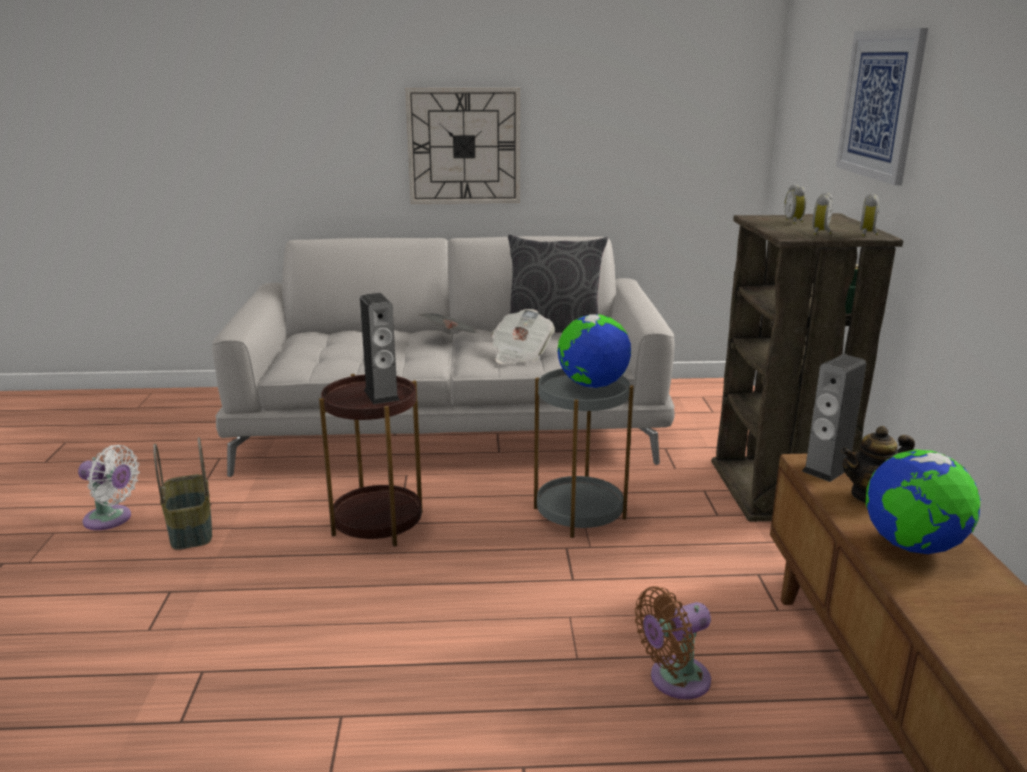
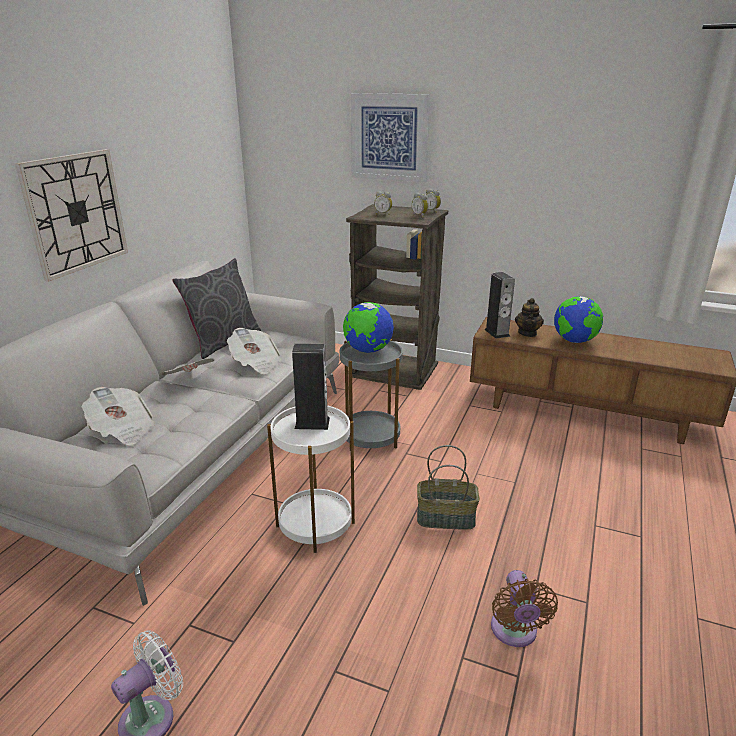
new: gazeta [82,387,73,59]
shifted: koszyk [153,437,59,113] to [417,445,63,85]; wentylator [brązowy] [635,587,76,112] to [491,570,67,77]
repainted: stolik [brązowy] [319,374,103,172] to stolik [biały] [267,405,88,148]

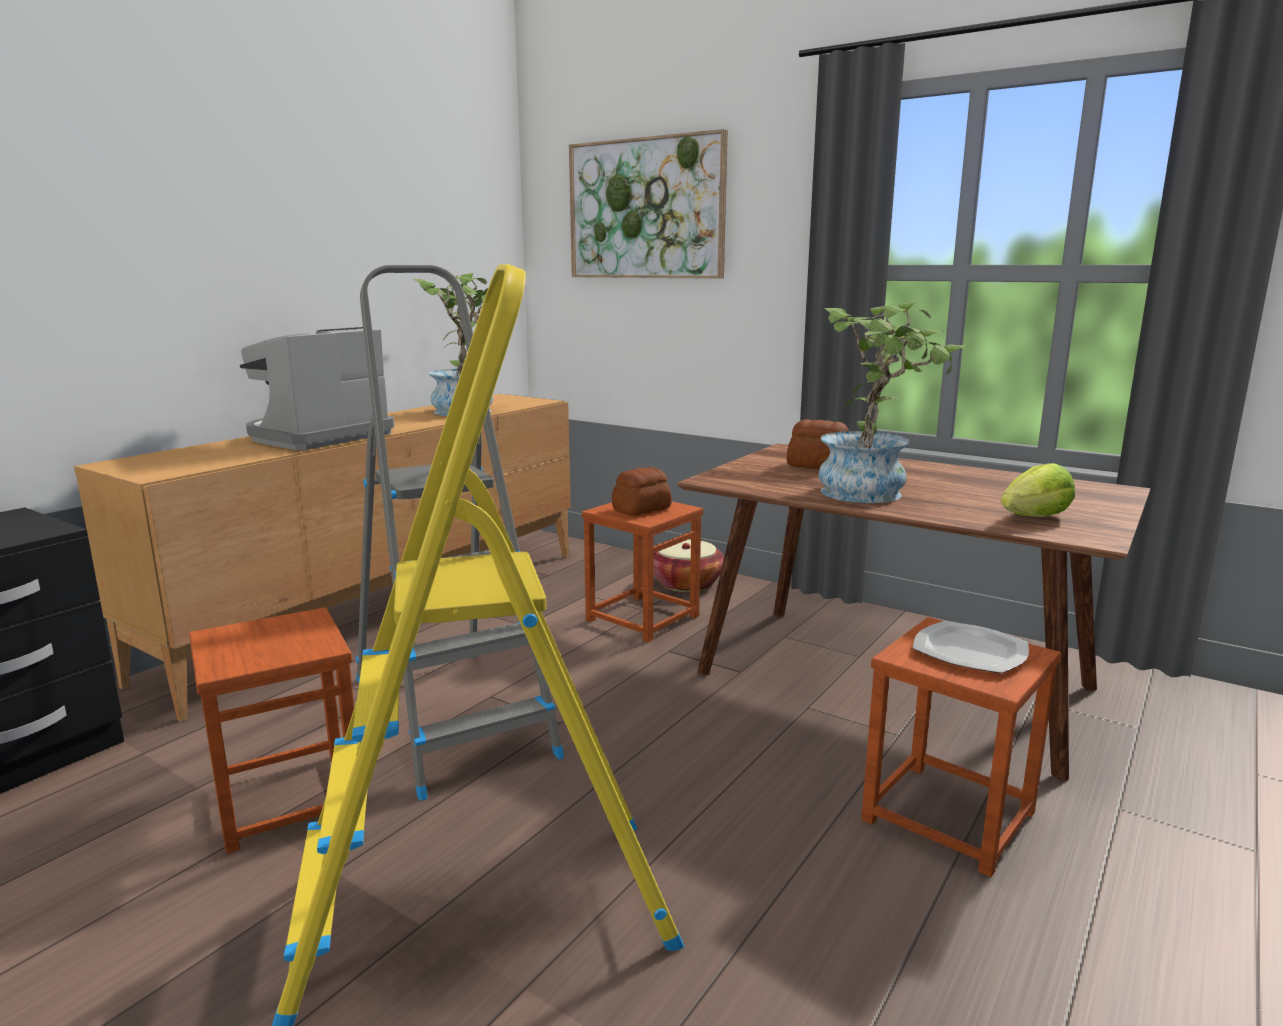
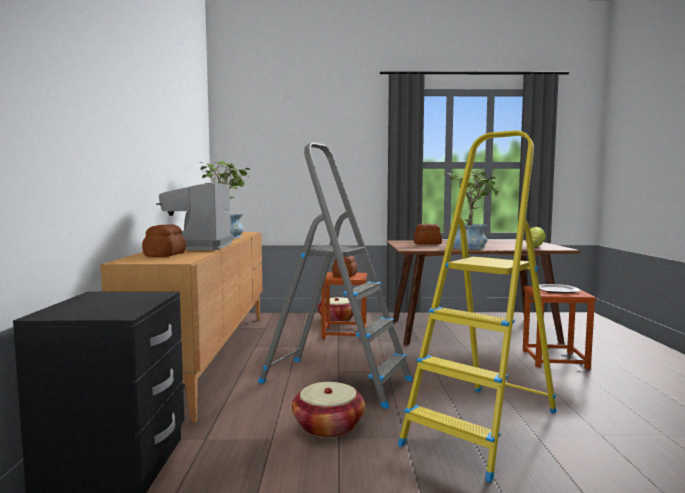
gone: obraz [569,129,159,150]
new: chleb [142,224,44,33]
swapped: stołek [brązowy] [189,607,165,246] to koszyk [292,382,73,56]

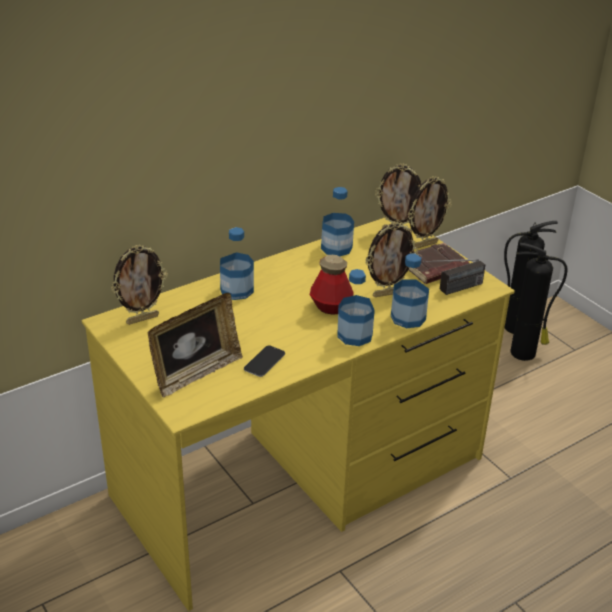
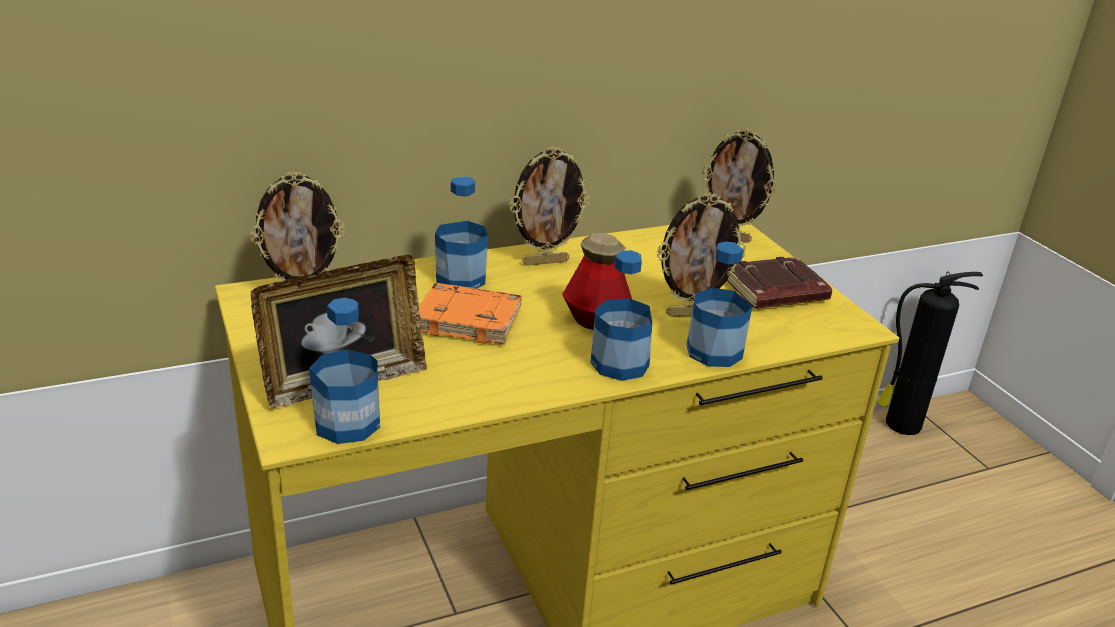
gone: telefon [244,345,41,32]; radio [423,259,62,36]; gaśnica [510,243,58,118]
new: książka [pomarańczowy] [419,283,103,62]
shifted: butelka [321,187,33,69] to [309,298,71,146]; ramka na zdjęcie [408,176,44,73] to [510,146,80,119]

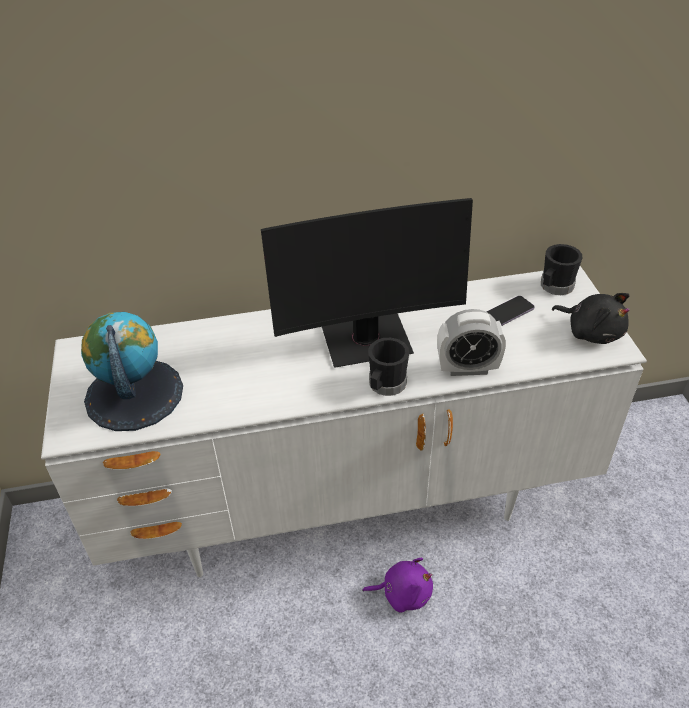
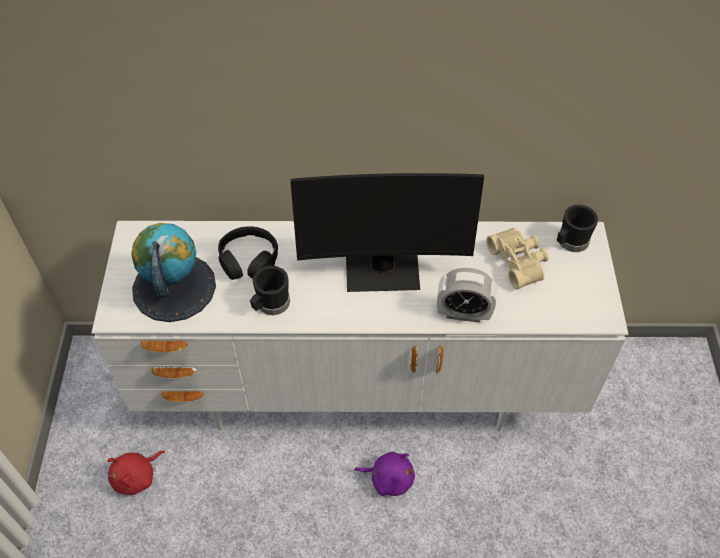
gone: pluszak [czarny] [552,293,78,51]
new: pluszak [czerwony] [107,451,58,44]; słuchawki [czarny] [218,226,60,54]
shifted: kubek [czarny] [368,338,41,58] to [250,266,40,49]
swapped: telefon [487,296,48,30] to lornetka [beżowy] [486,228,63,61]

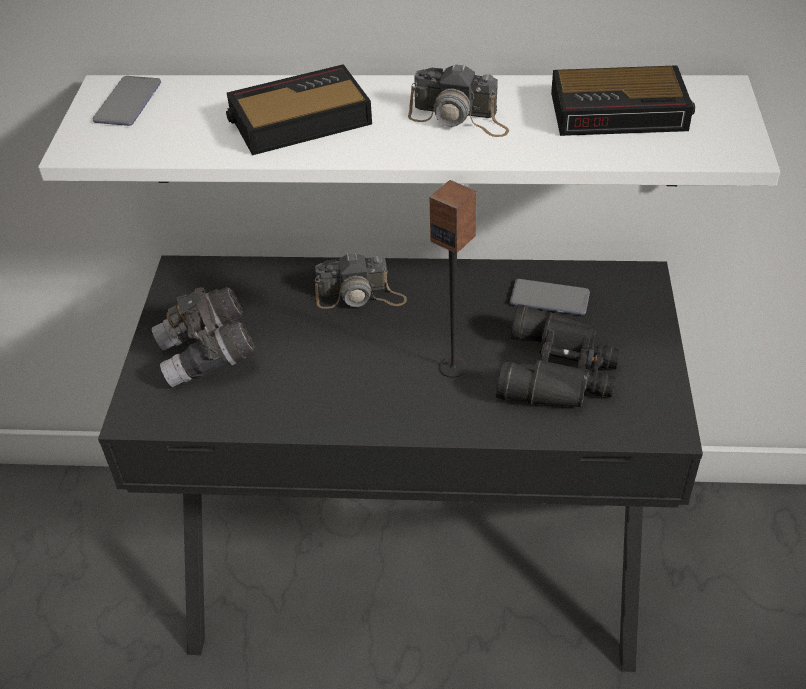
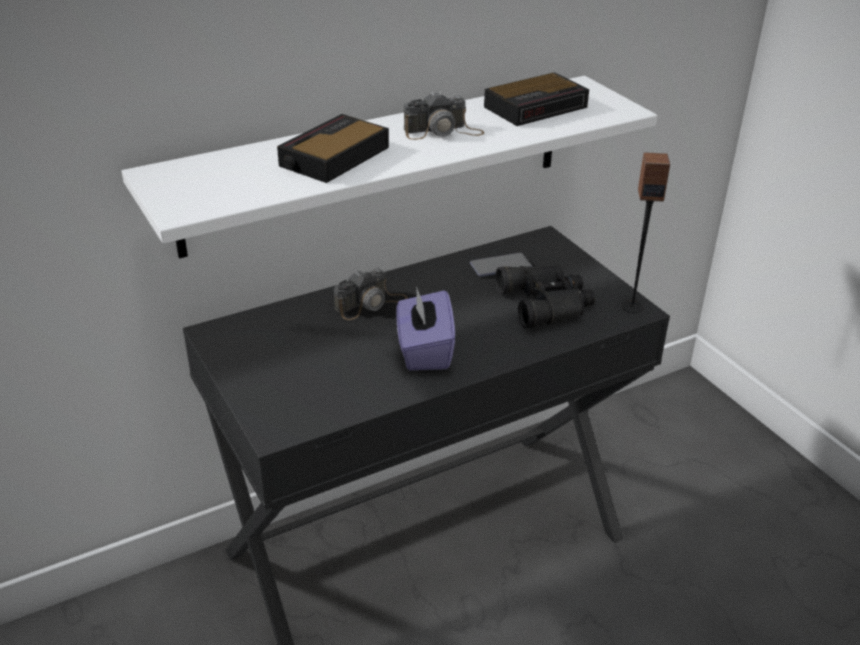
gone: telefon [93,76,68,50]; lornetka [szary] [152,287,103,100]
new: pudełko chusteczek [fioletowy] [396,287,59,83]
shifted: głośnik [430,180,47,198] to [622,152,48,161]

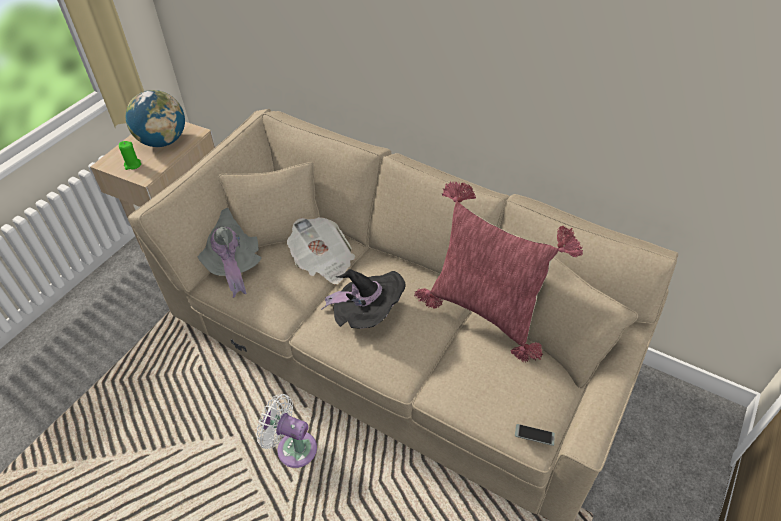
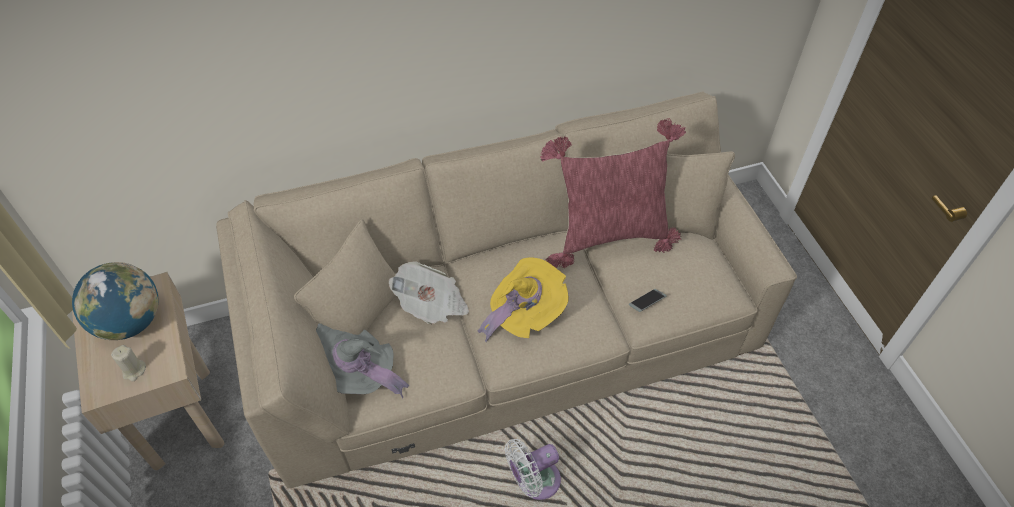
shifted: telefon [515,424,40,22] to [629,289,38,23]
repainted: świeca [zielony] [119,141,22,29] to świeca [beżowy] [111,345,35,36]; kapelusz [czarny] [321,269,85,59] to kapelusz [żółty] [478,257,91,85]

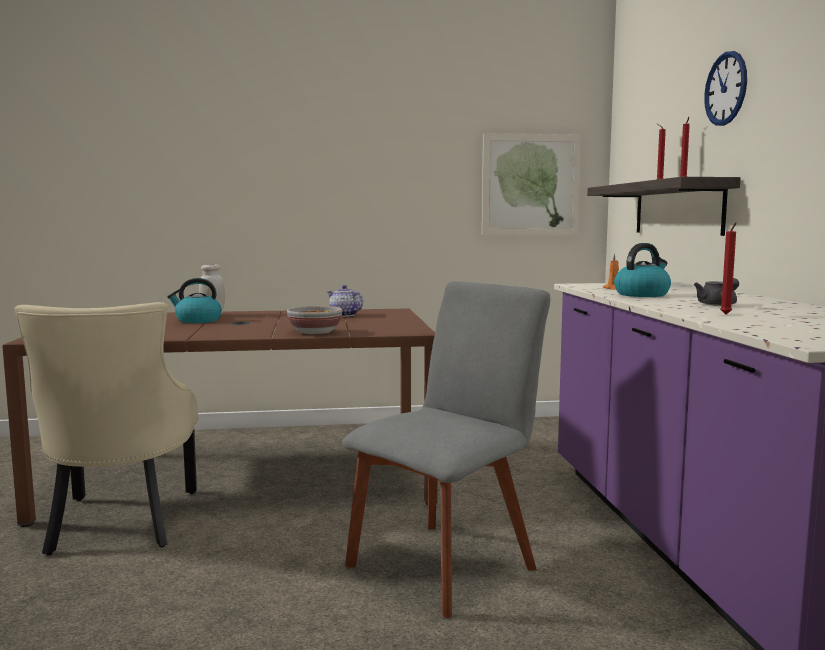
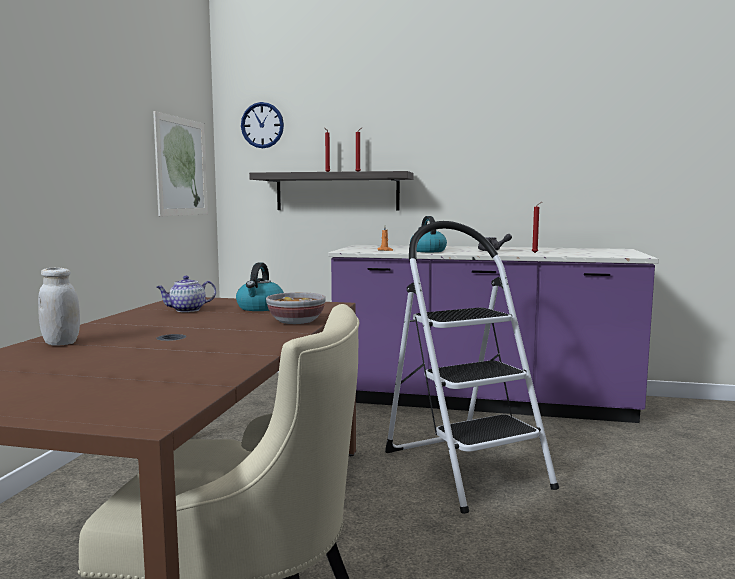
shifted: czajnik [167,278,55,45] to [236,263,48,48]; zegar ścienny [704,51,43,75] to [241,102,43,46]
swapped: krzesło [szary] [342,282,209,336] to drabinka [385,221,174,293]

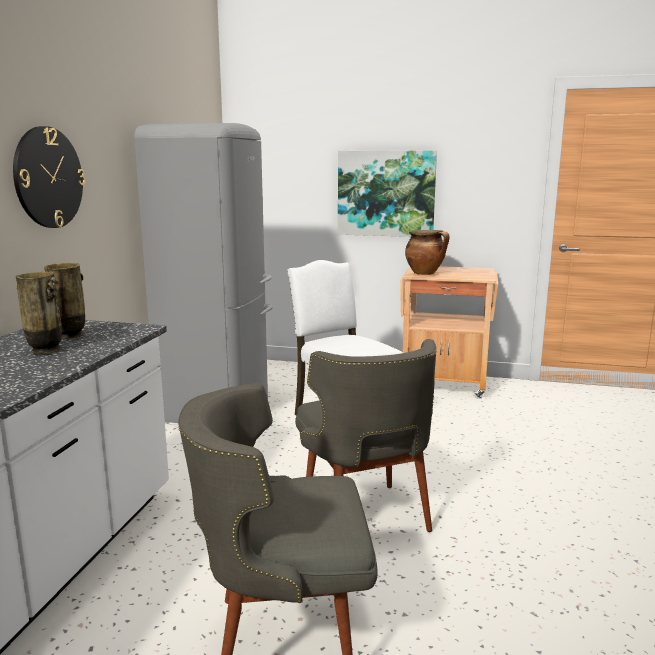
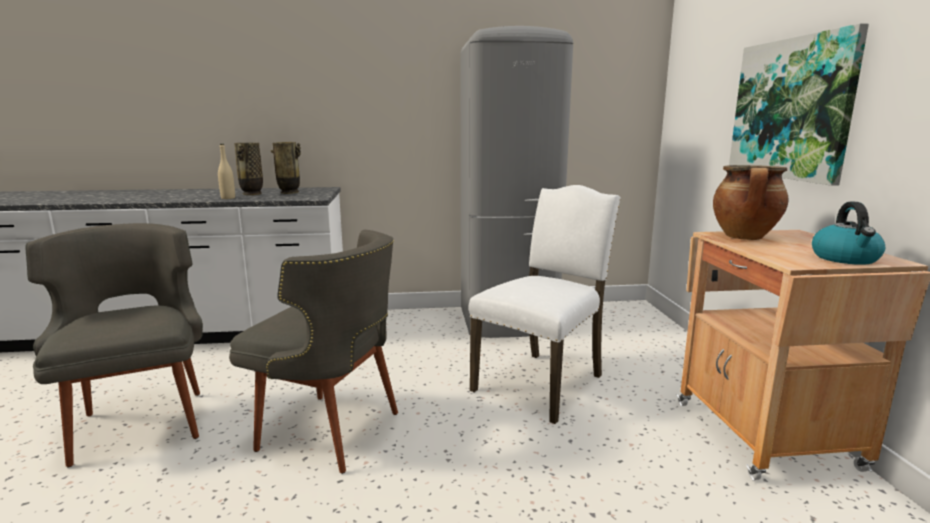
gone: zegar ścienny [13,126,72,102]
new: butelka [beżowy] [218,144,17,55]; czajnik [812,202,73,63]
rotated: krzesło [szary] [295,339,141,193] = [229,230,169,244] 120 degrees counterclockwise

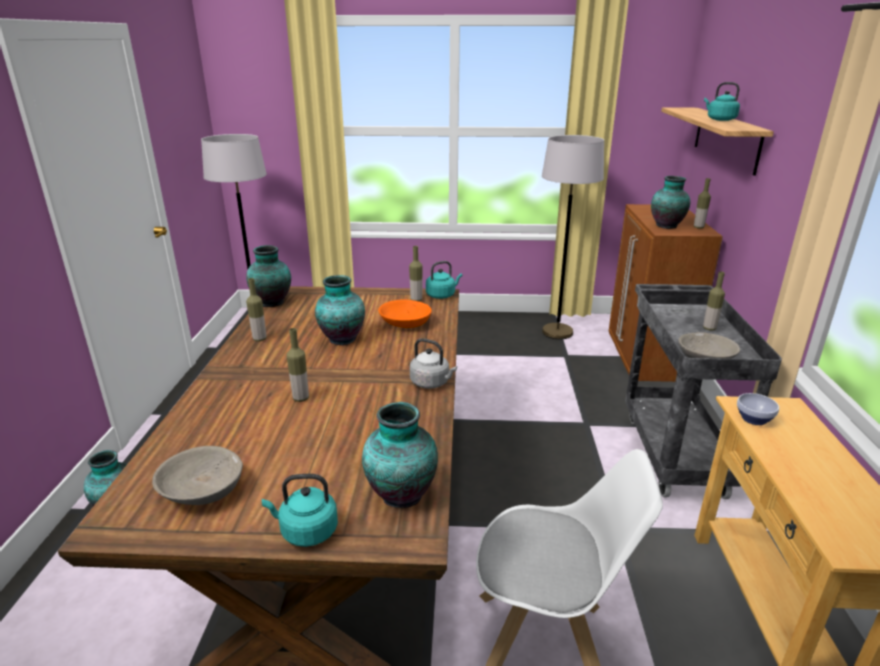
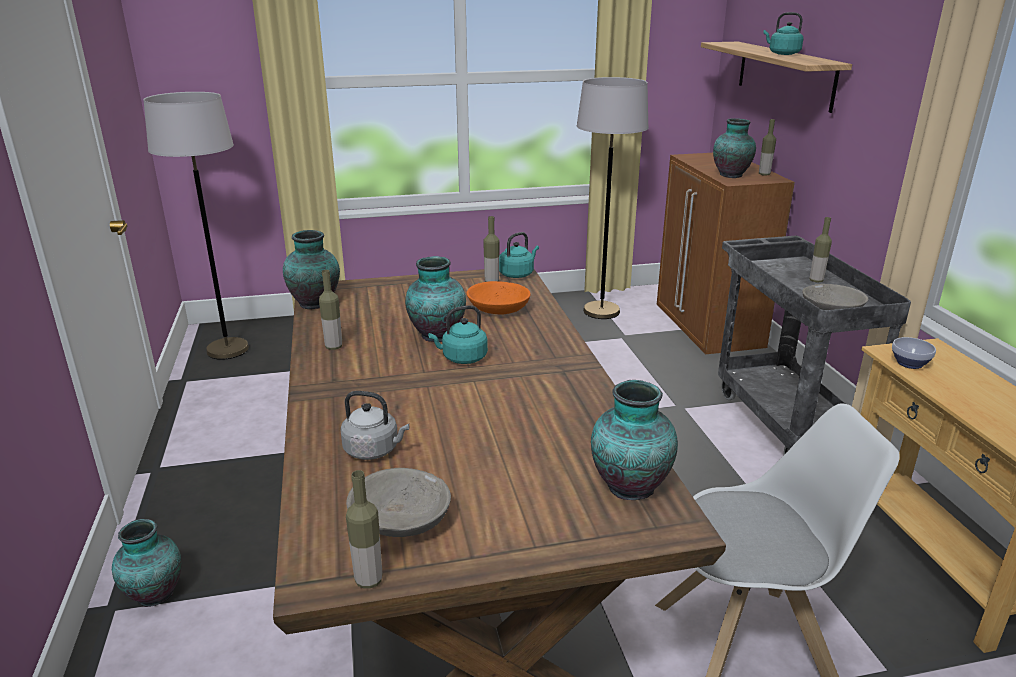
shifted: czajnik [turkusowy] [262,474,76,73] to [428,305,60,59]; butelka [287,328,22,74] to [346,470,36,119]; czajnik [szary] [410,338,47,51] to [340,391,69,69]

